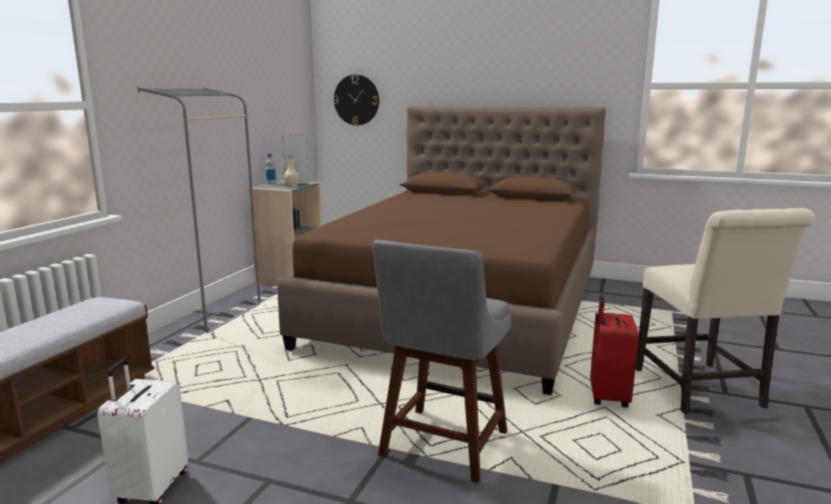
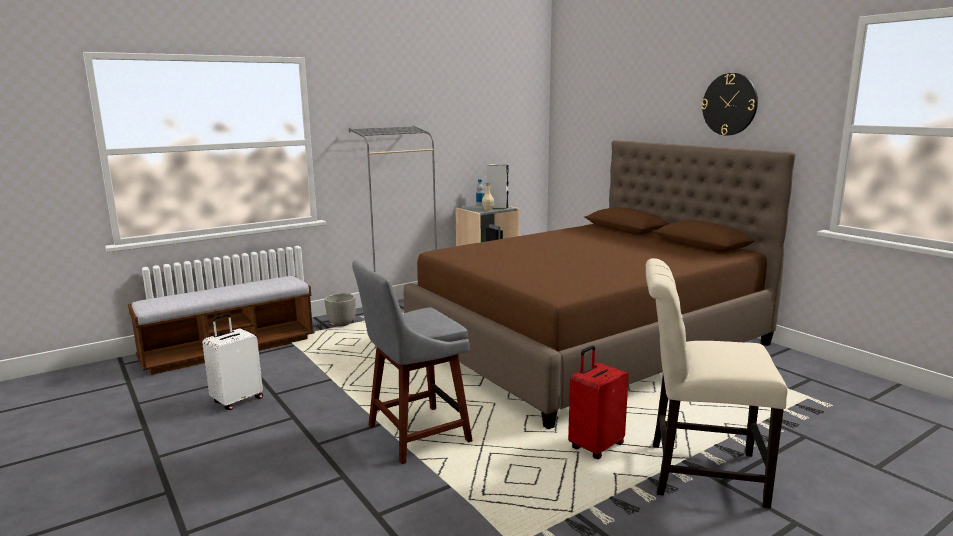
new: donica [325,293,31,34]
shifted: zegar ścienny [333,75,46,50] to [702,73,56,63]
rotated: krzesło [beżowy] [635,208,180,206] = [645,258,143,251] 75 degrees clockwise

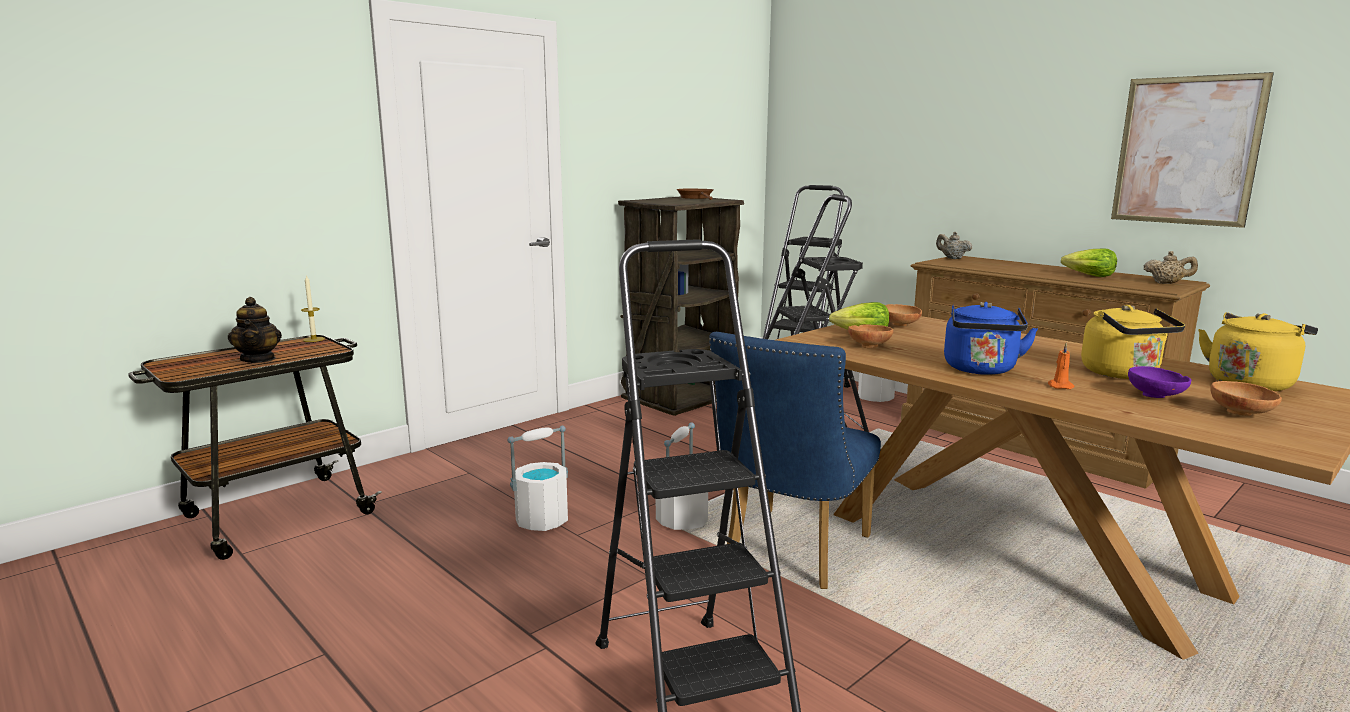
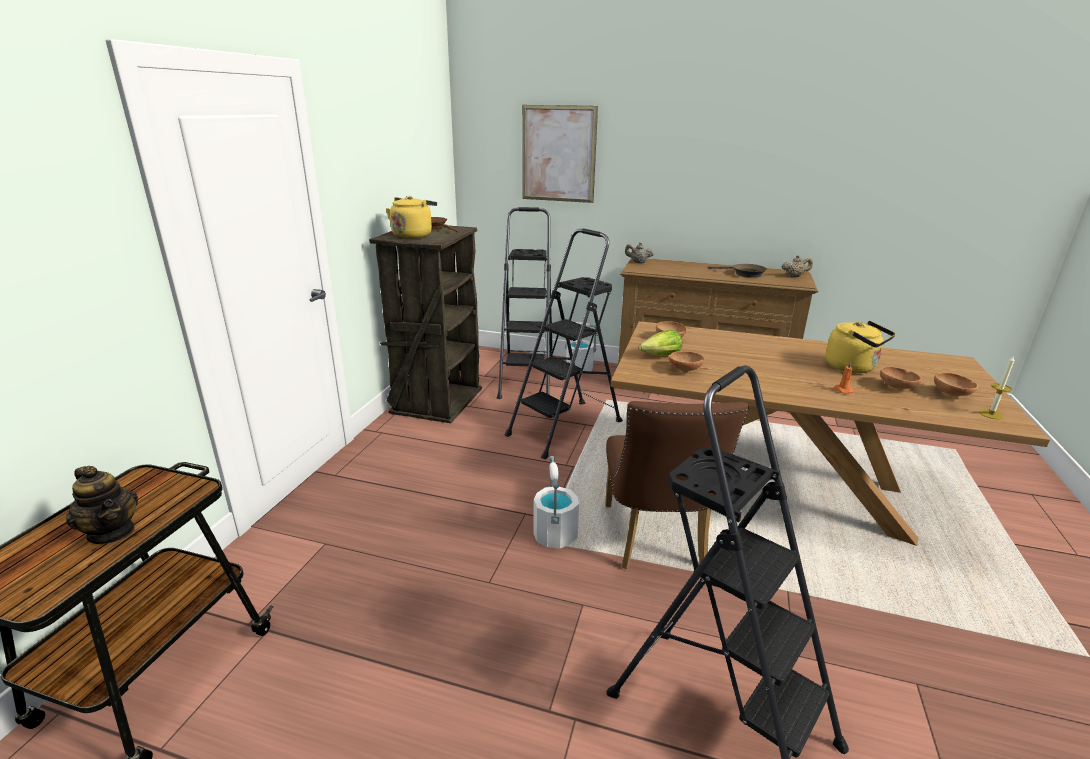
gone: wiadro [biały] [508,426,60,105]; czajnik [niebieski] [944,302,94,73]
shifted: świeca [301,275,24,67] to [979,355,36,64]; obraz [1111,72,163,156] to [522,105,76,98]; czajnik [żółty] [1198,312,120,79] to [386,196,51,43]
swapped: sałata [1061,248,56,29] to patelnia [brązowy] [708,264,59,14]
repainted: krzesło [niebieski] [709,332,172,257] to krzesło [brązowy] [605,401,144,168]; miska [fioletowy] [1128,366,63,32] to miska [brązowy] [880,367,42,23]

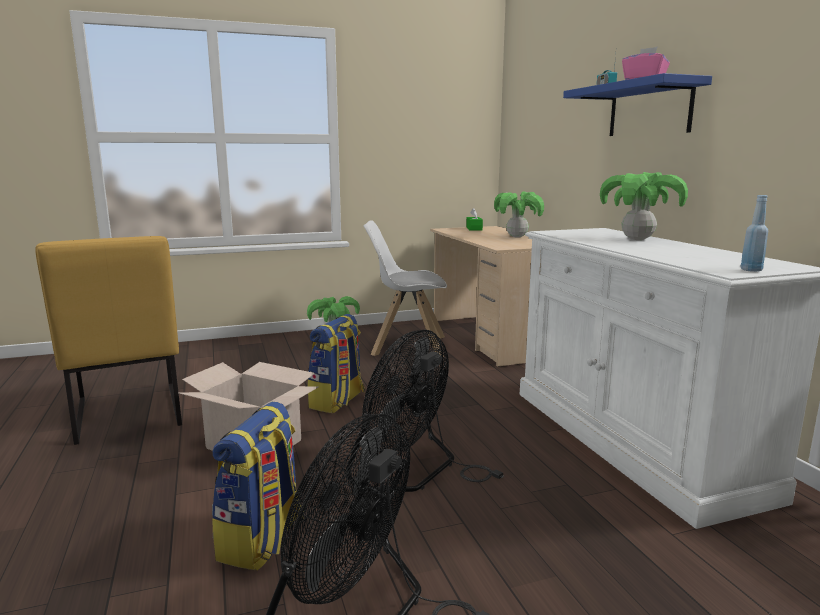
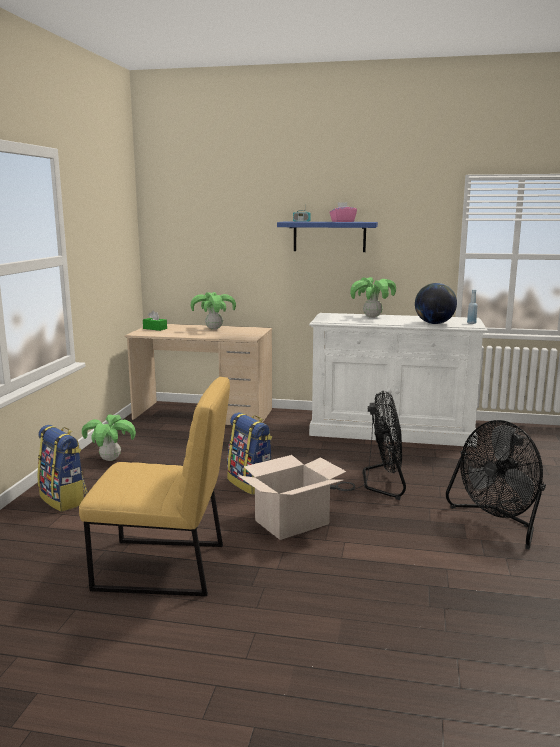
gone: krzesło [363,220,84,137]
new: globus [415,283,42,41]
shifted: plecak [212,402,92,168] to [38,425,50,87]
rotated: wentylator [czarny] [346,330,157,162] = [330,391,76,109] 150 degrees counterclockwise

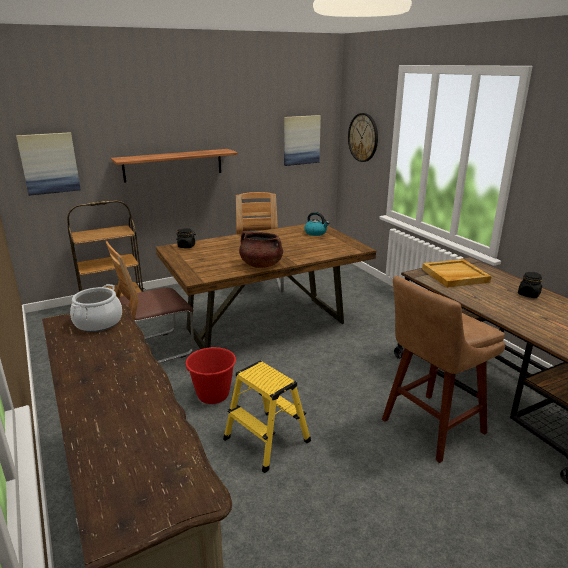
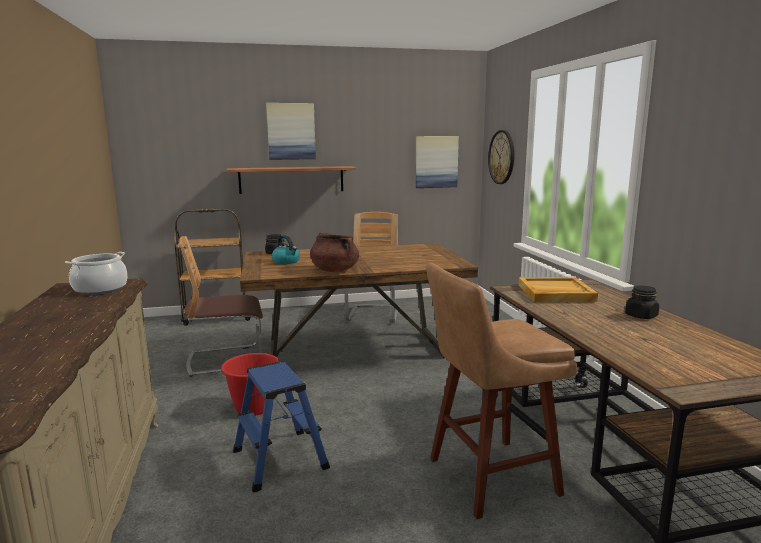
shifted: obraz [16,132,65,64] to [266,103,50,57]; czajnik [304,212,25,24] to [272,235,28,29]
repainted: drabinka [żółty] [223,360,88,113] to drabinka [niebieski] [233,361,97,132]

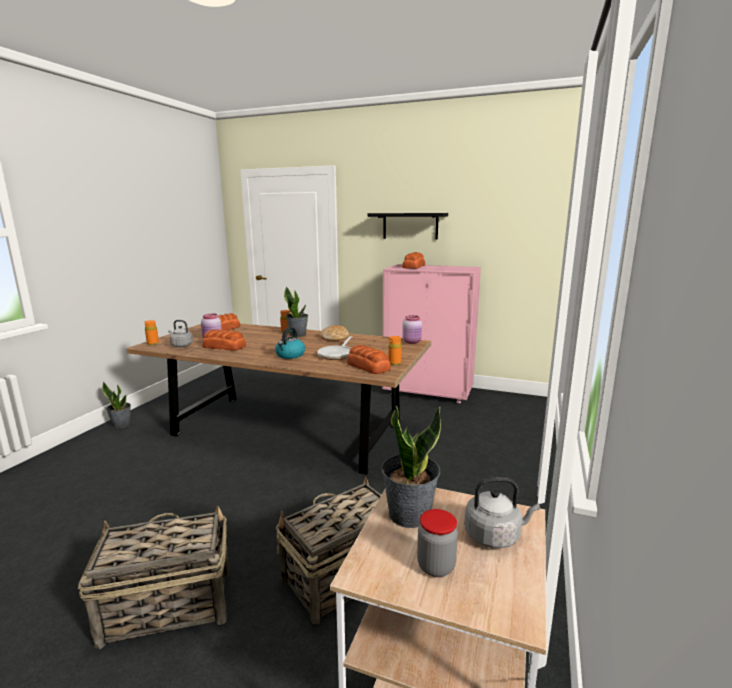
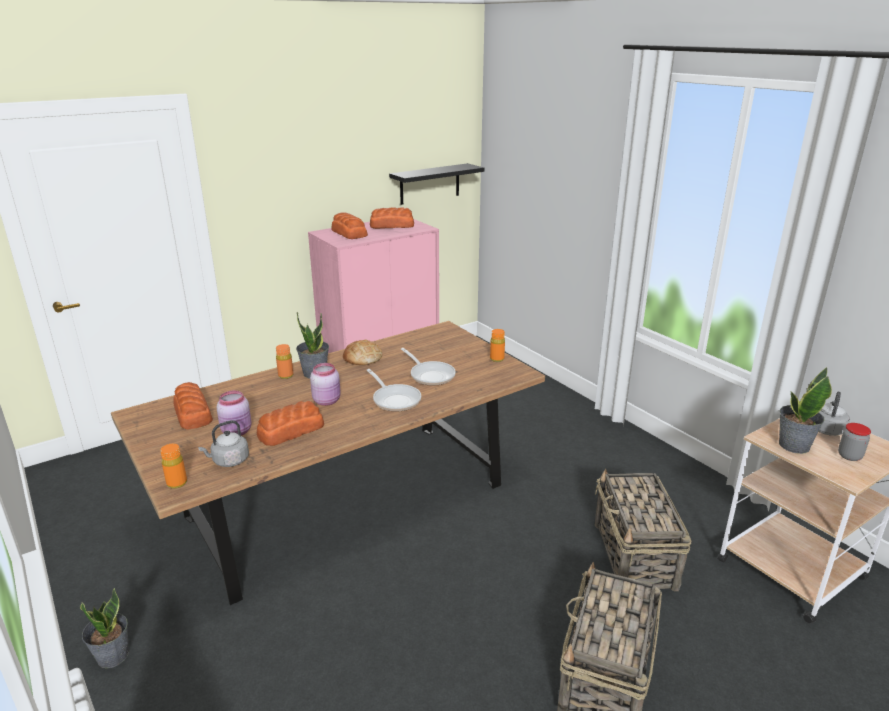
shifted: chleb [347,345,44,29] to [370,207,44,22]; półka [czarny] [368,213,80,27] to [389,163,95,42]; słoik [różowy] [402,315,20,29] to [310,363,31,43]
swapped: czajnik [275,327,30,32] to patelnia [367,369,54,43]

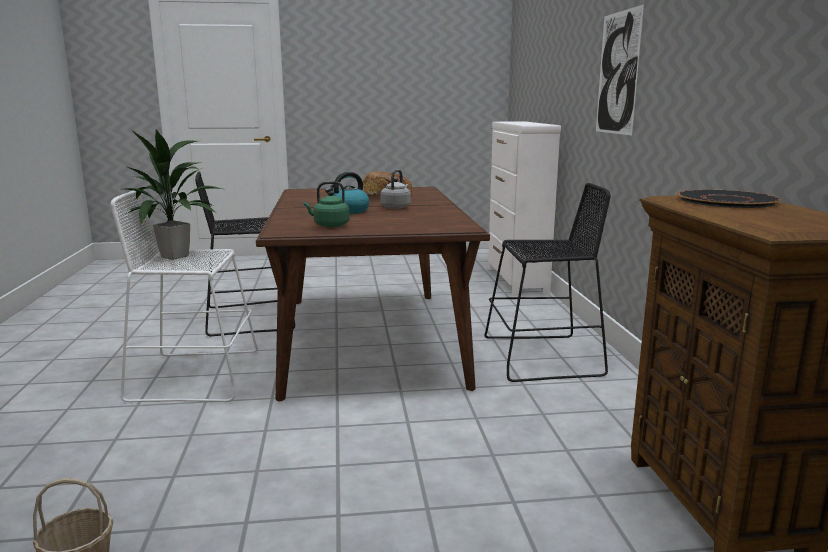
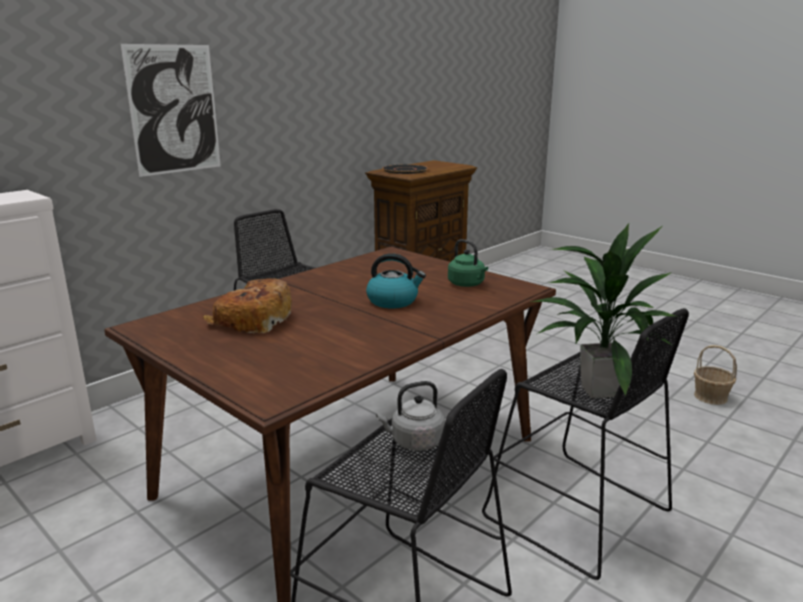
shifted: czajnik [szary] [381,170,30,39] to [376,381,69,70]
repainted: stołek [biały] [110,191,148,211] to stołek [czarny] [482,308,207,272]

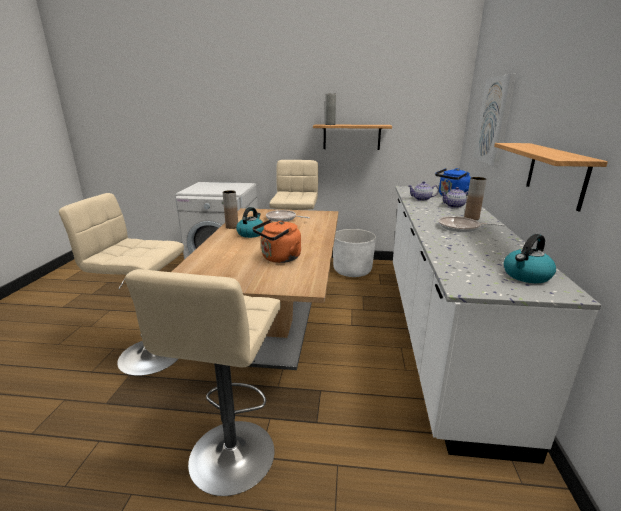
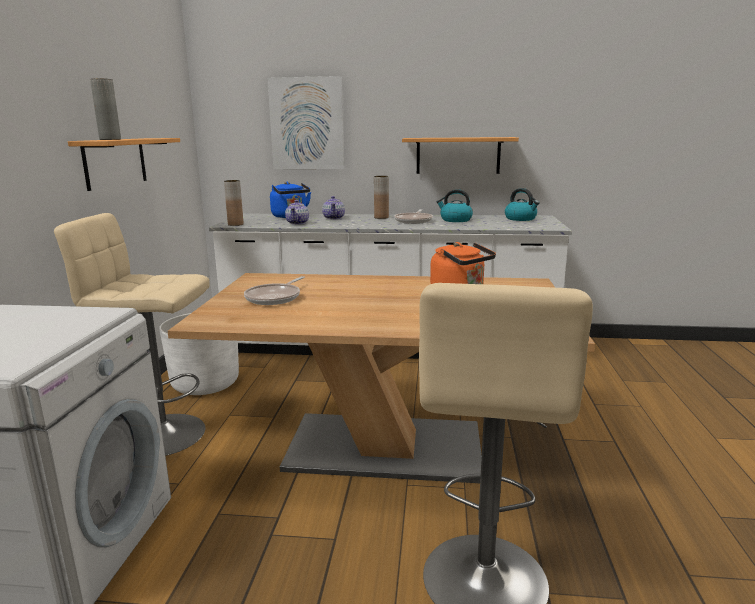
gone: stołek [beżowy] [125,269,156,227]
shifted: wazon [brązowy] [223,190,15,39] to [224,180,20,46]; czajnik [236,207,28,31] to [437,189,36,33]

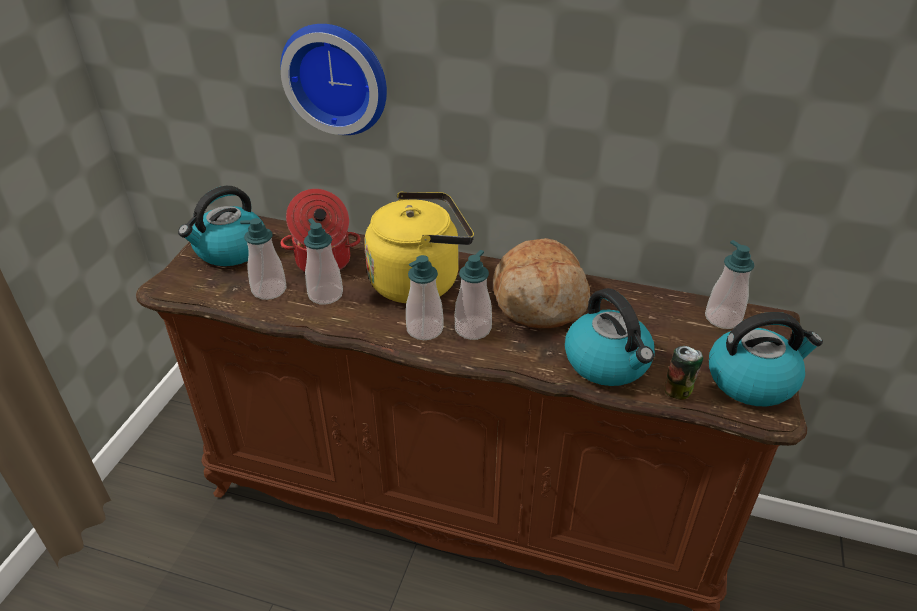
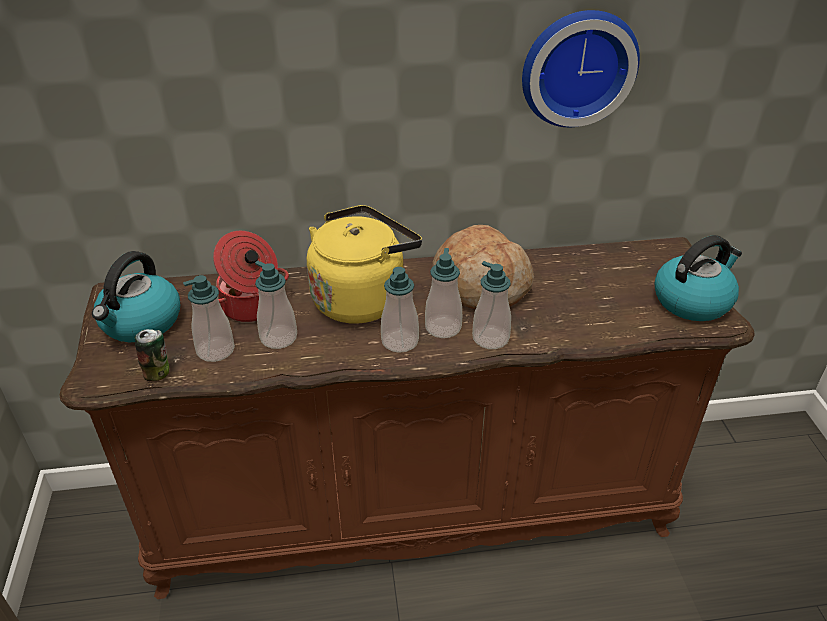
gone: czajnik [565,288,90,98]
shifted: zegar ścienny [280,24,107,111] to [522,10,118,117]; puszka [665,346,38,54] to [135,329,34,52]; dozownik mydła [705,240,50,89] to [472,261,39,88]

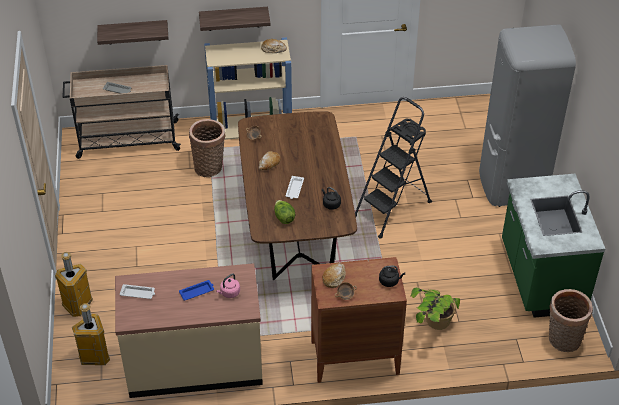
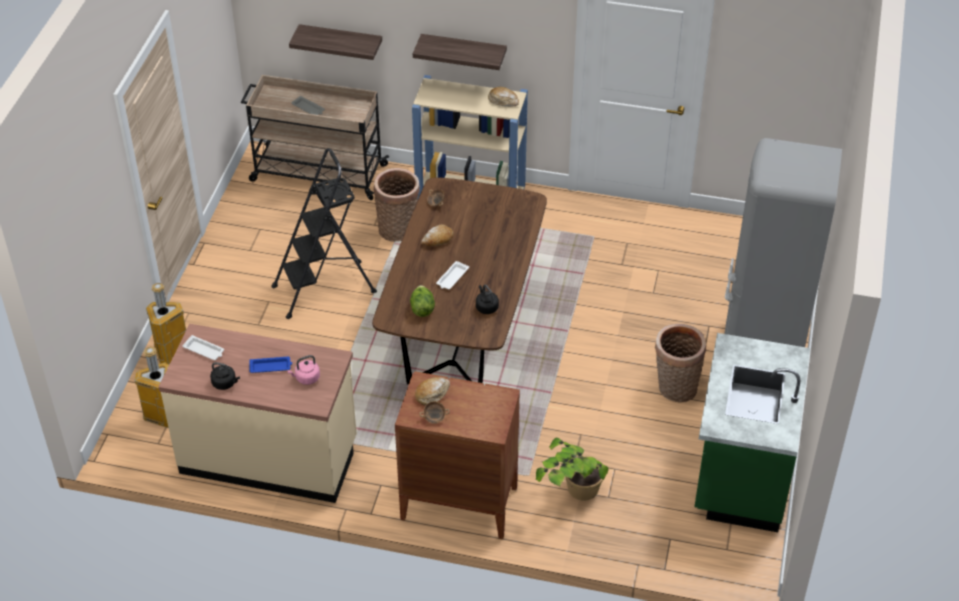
shifted: drabinka [355,97,77,142] to [271,148,106,171]; czajnik [czarny] [379,266,26,21] to [210,362,30,28]; koszyk [549,289,44,63] to [655,324,51,78]

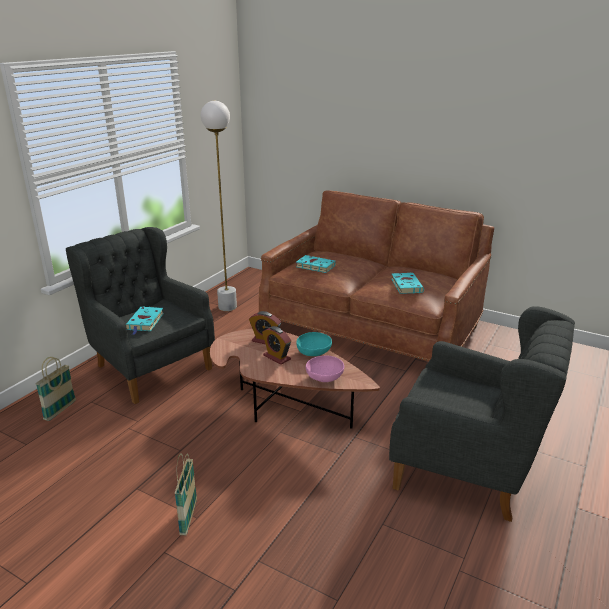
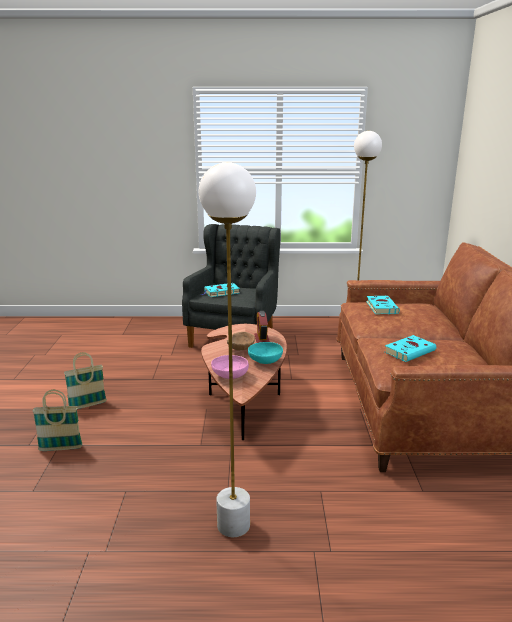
shifted: koszyk [36,357,40,64] to [32,390,51,61]
swapped: budzik [262,326,29,39] to miska [brązowy] [227,332,28,19]; fotel [szary] [389,306,186,216] to lampa stojąca [biały] [198,162,58,375]

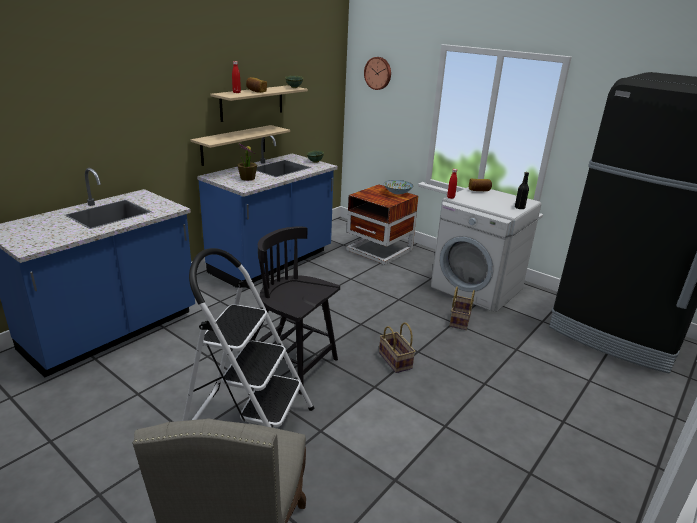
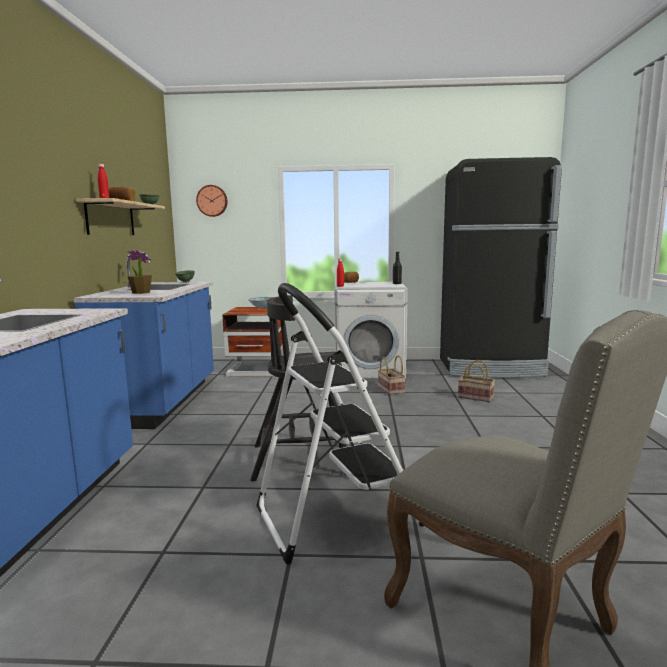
gone: półka [191,125,99,41]
shifted: koszyk [379,322,36,51] to [458,360,37,42]

